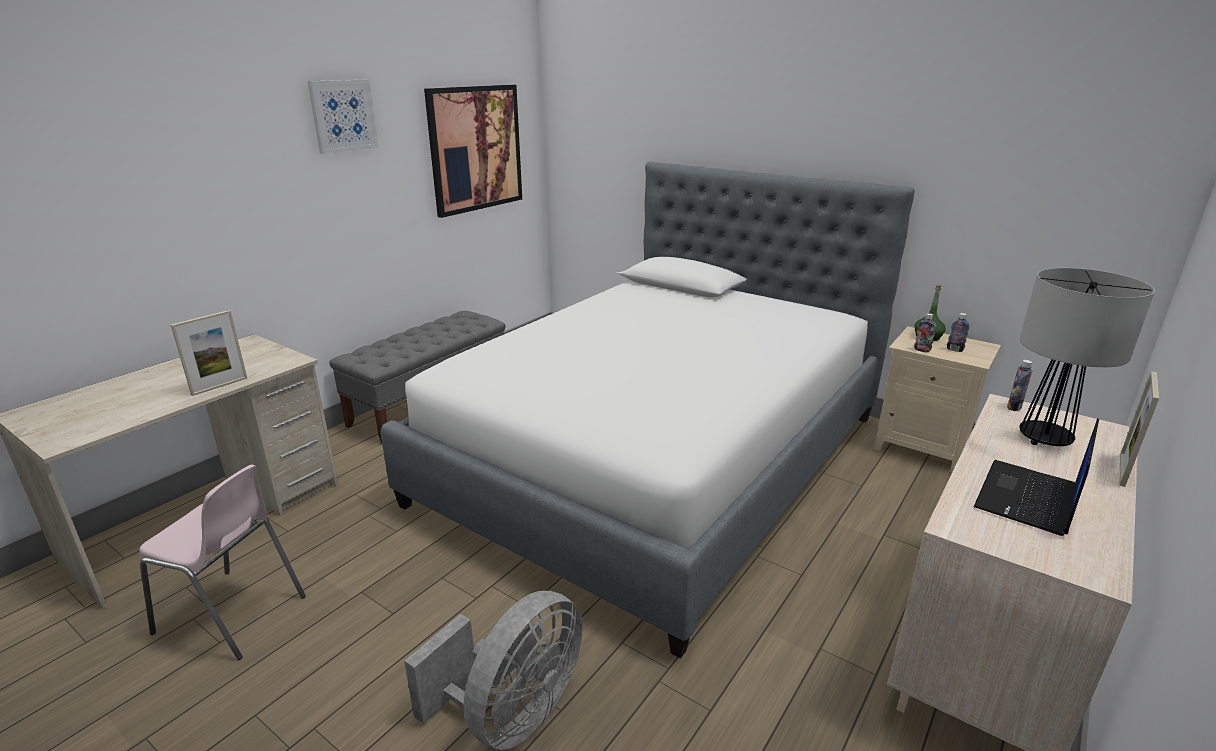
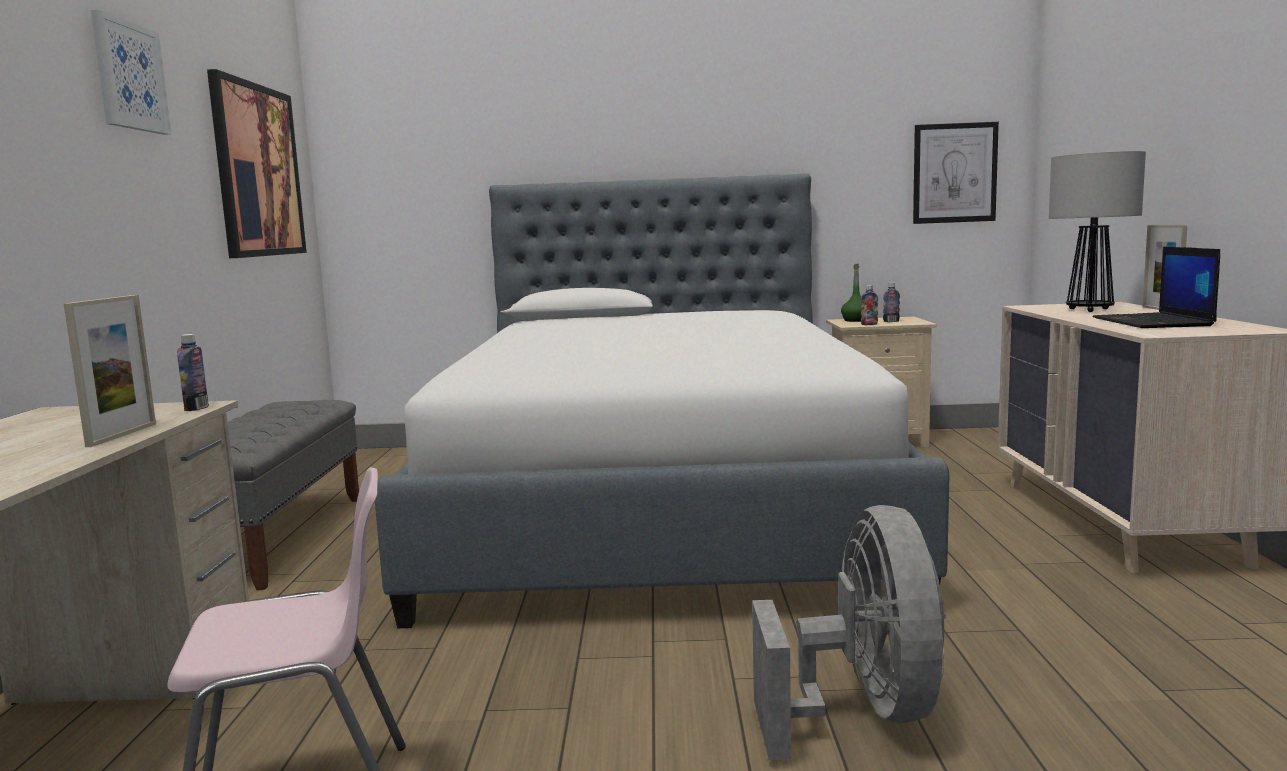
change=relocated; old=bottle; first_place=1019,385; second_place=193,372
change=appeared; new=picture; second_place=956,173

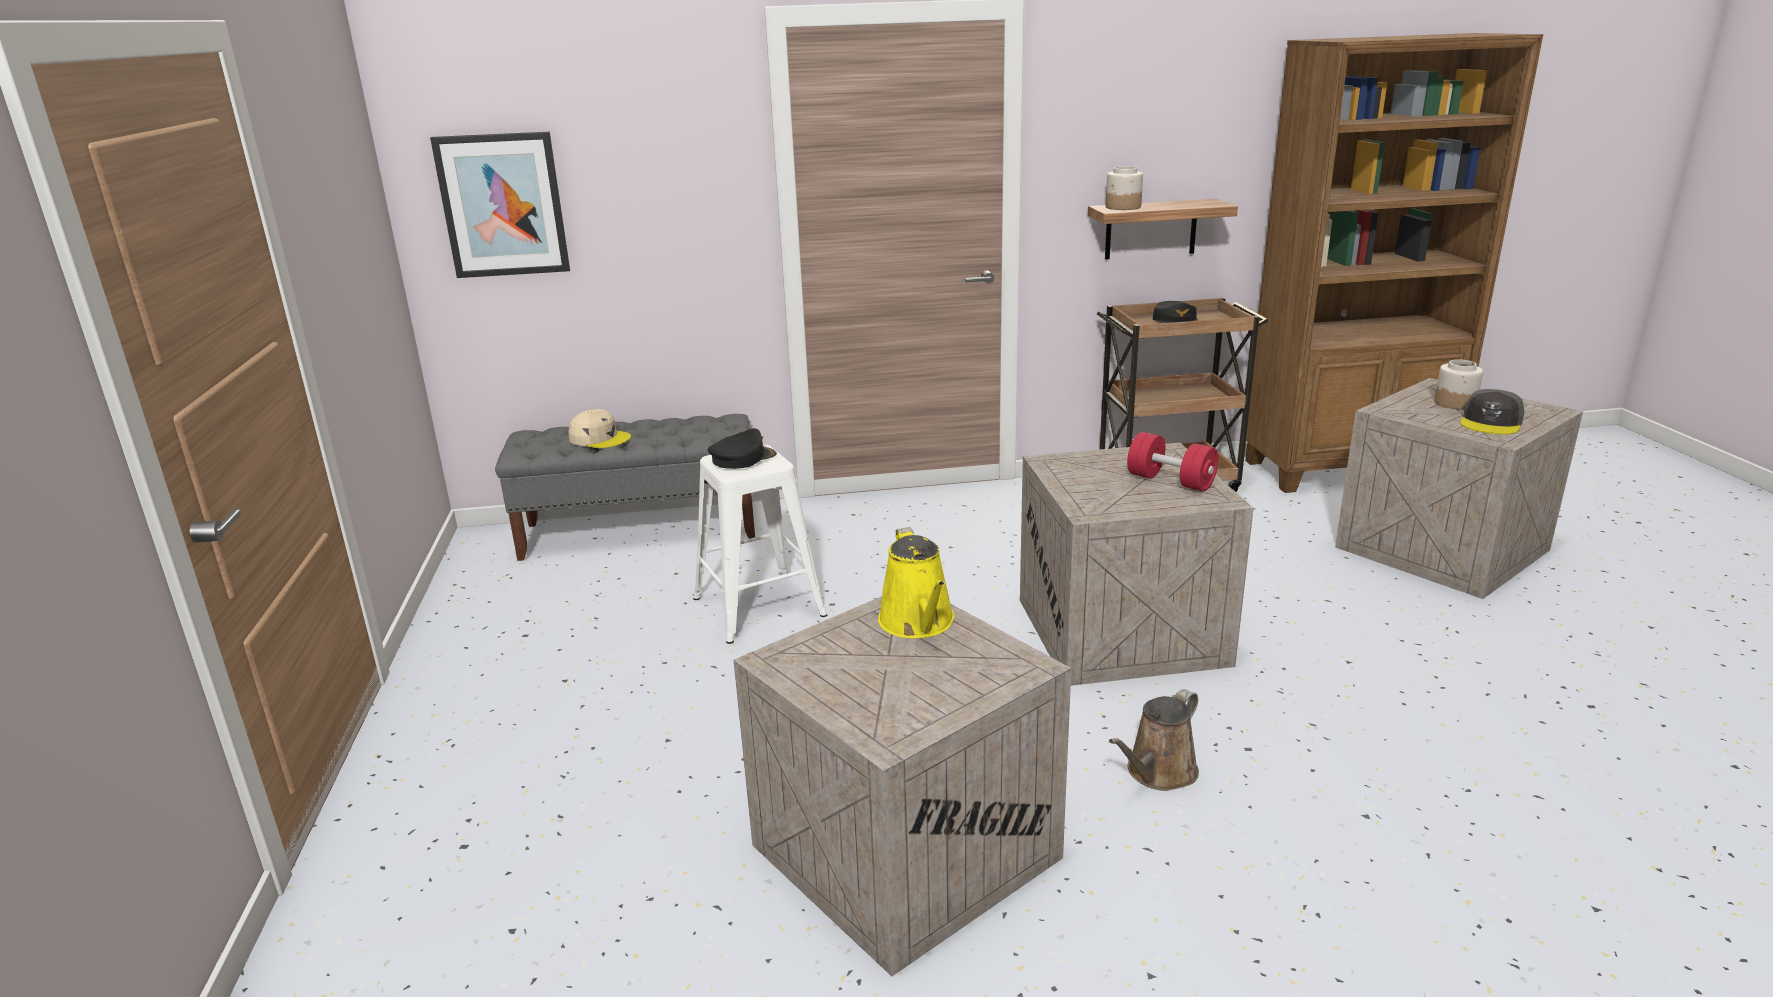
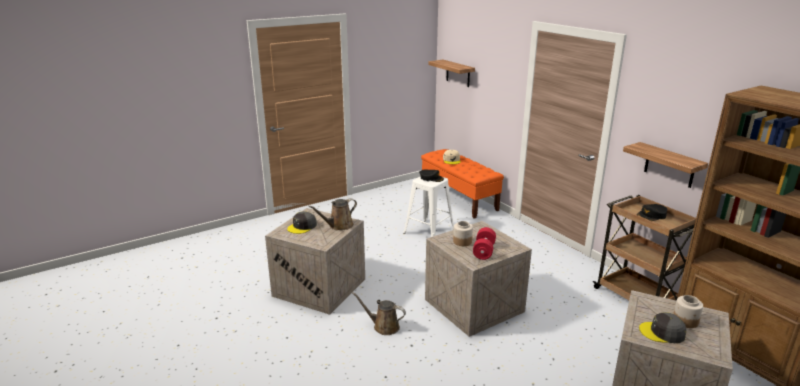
change=exchanged; old=picture; new=shelf; first_place=500,205; second_place=451,73
change=relocated; old=jar; first_place=1124,188; second_place=463,233
change=colour; old=grey bench; new=orange bench; first_place=625,487; second_place=462,184
change=colour; old=yellow watering can; new=brown watering can; first_place=916,583; second_place=332,214
change=appeared; new=grey cap; second_place=302,222

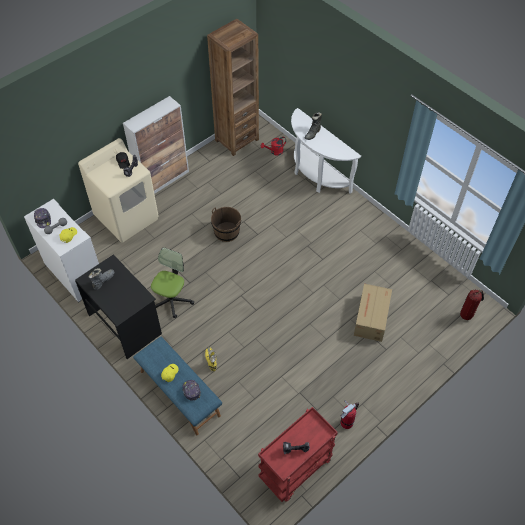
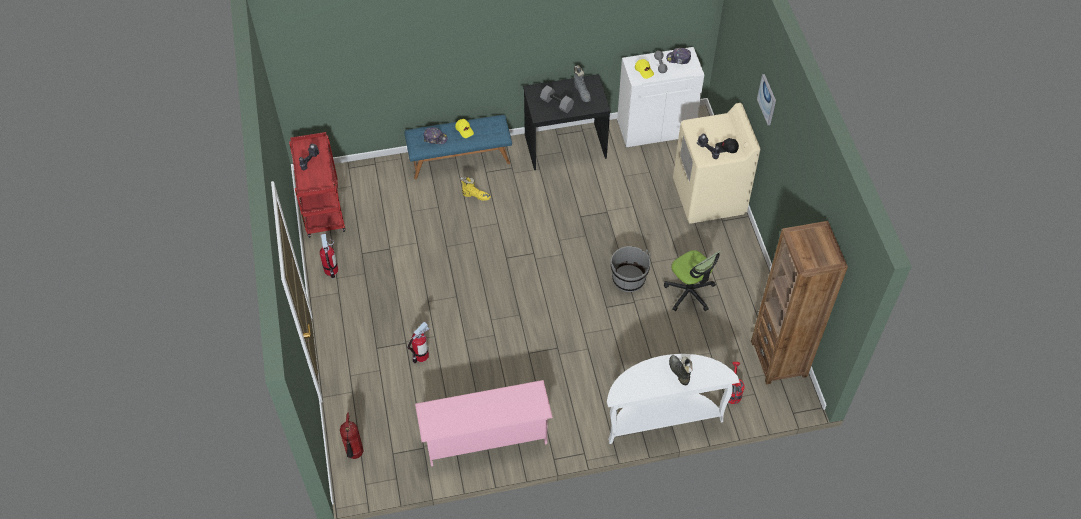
change=missing; old=cabinet; first_place=156,145
change=colour; old=brown bucket; new=grey bucket; first_place=226,224; second_place=630,269
change=relocated; old=office chair; first_place=172,282; second_place=692,280
change=exchanged; old=cardboard box; new=fire extinguisher; first_place=373,313; second_place=418,342
change=appeared; new=picture; second_place=766,99
change=appeared; new=grey dumbbell; second_place=557,99
change=appeared; new=pink shoe rack; second_place=484,423

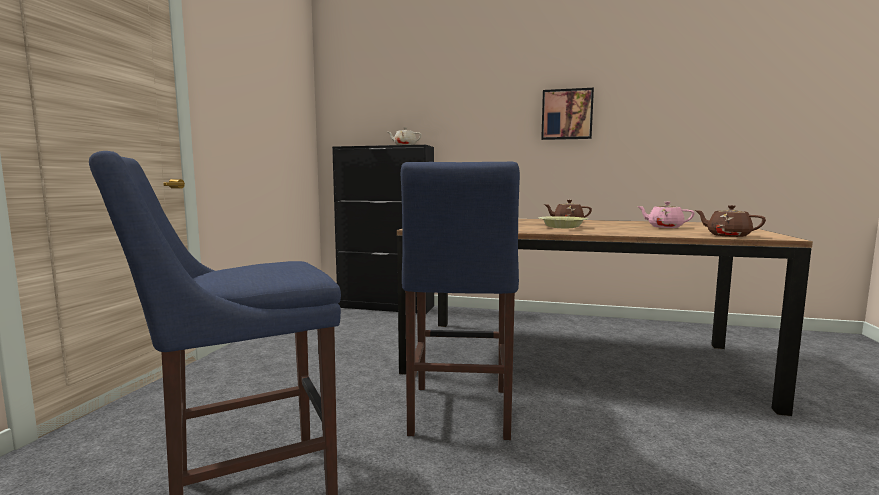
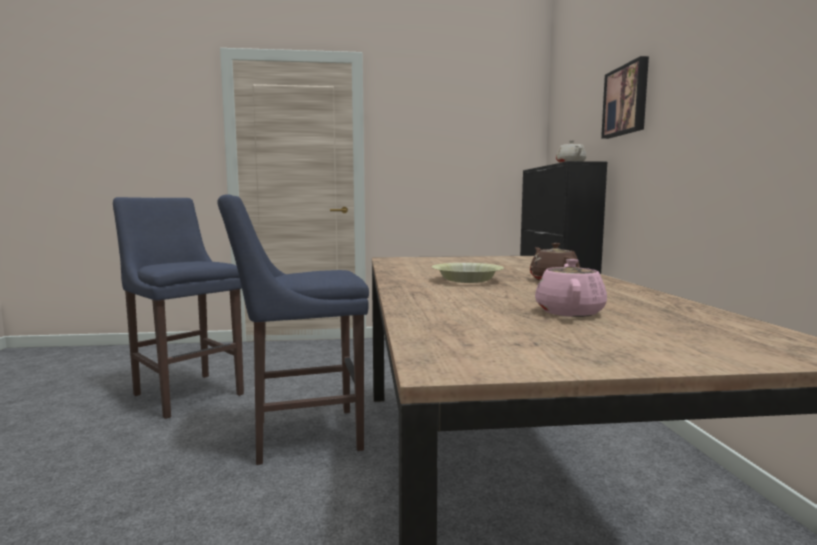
change=relocated; old=picture; first_place=567,114; second_place=625,97
change=missing; old=brown teapot; first_place=730,221

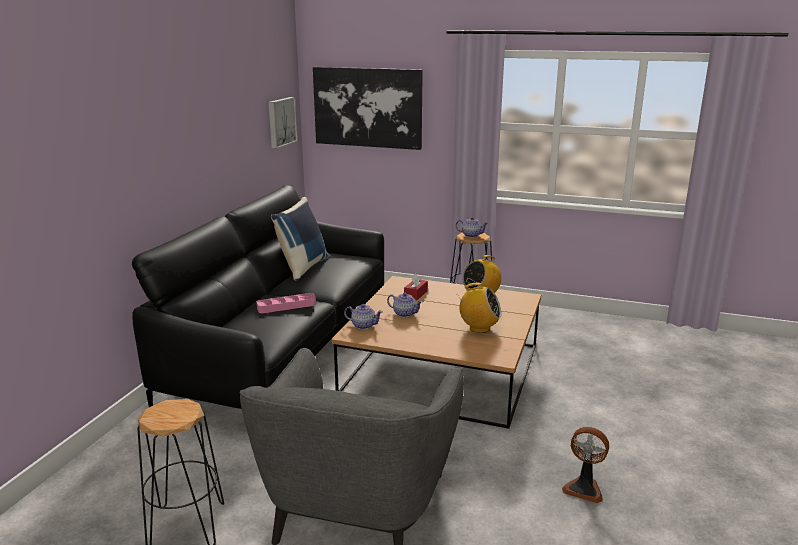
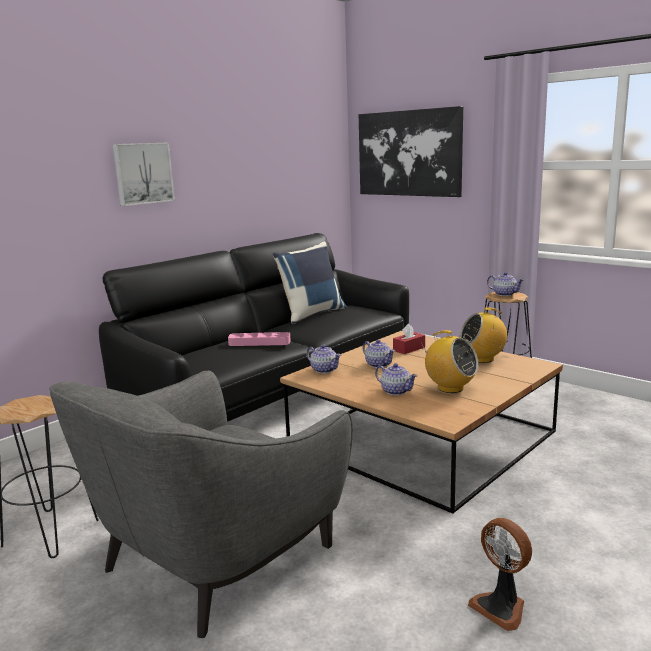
change=relocated; old=picture; first_place=282,123; second_place=143,174
change=appeared; new=teapot; second_place=396,379

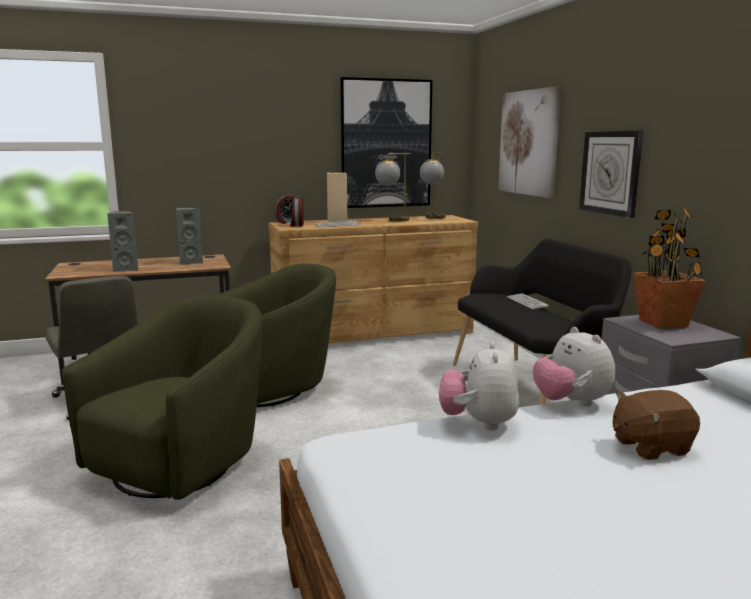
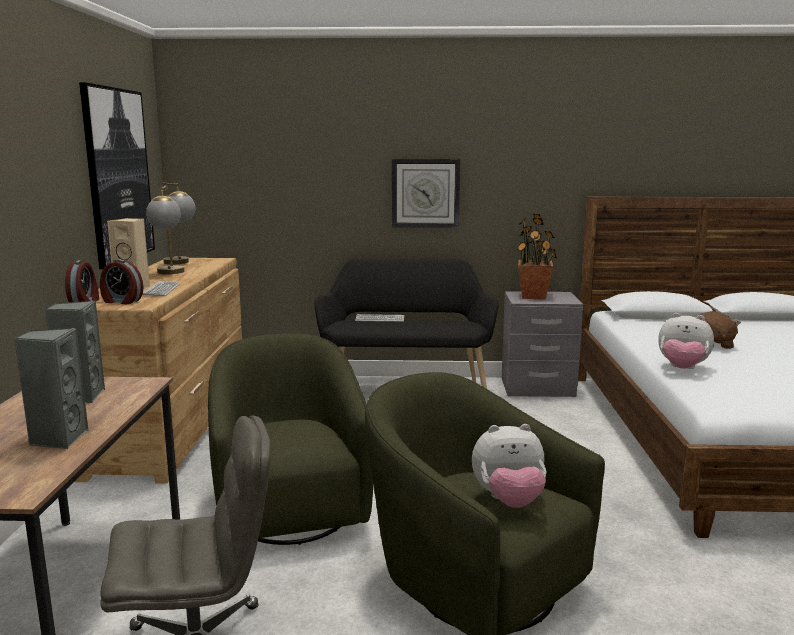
change=missing; old=picture; first_place=529,142
change=relocated; old=plush toy; first_place=574,366; second_place=509,466

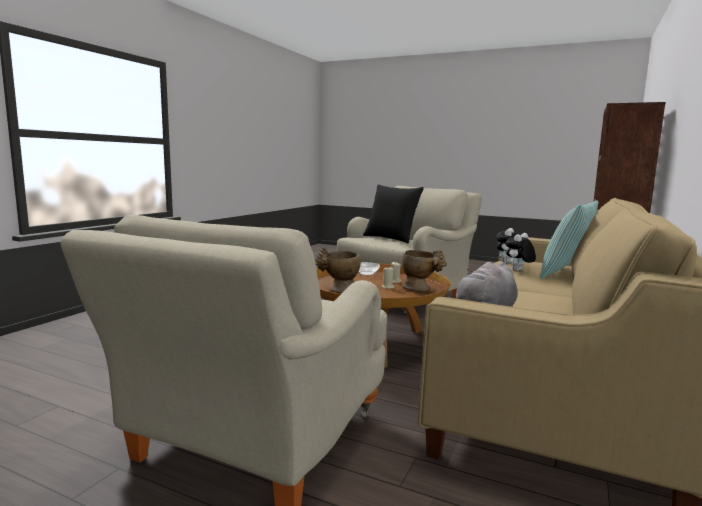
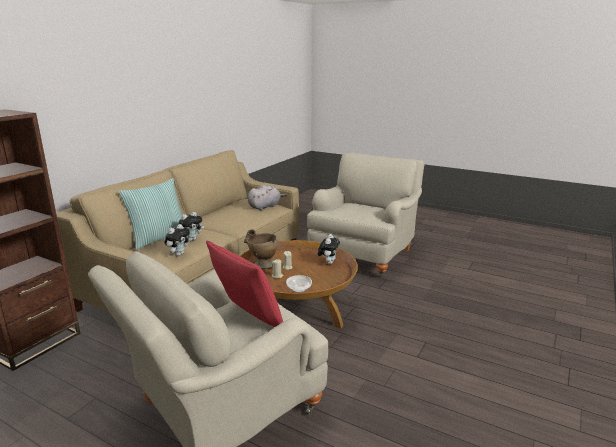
change=colour; old=black pillow; new=red pillow; first_place=393,214; second_place=244,283
change=exchanged; old=beige vase; new=plush toy; first_place=338,270; second_place=329,249

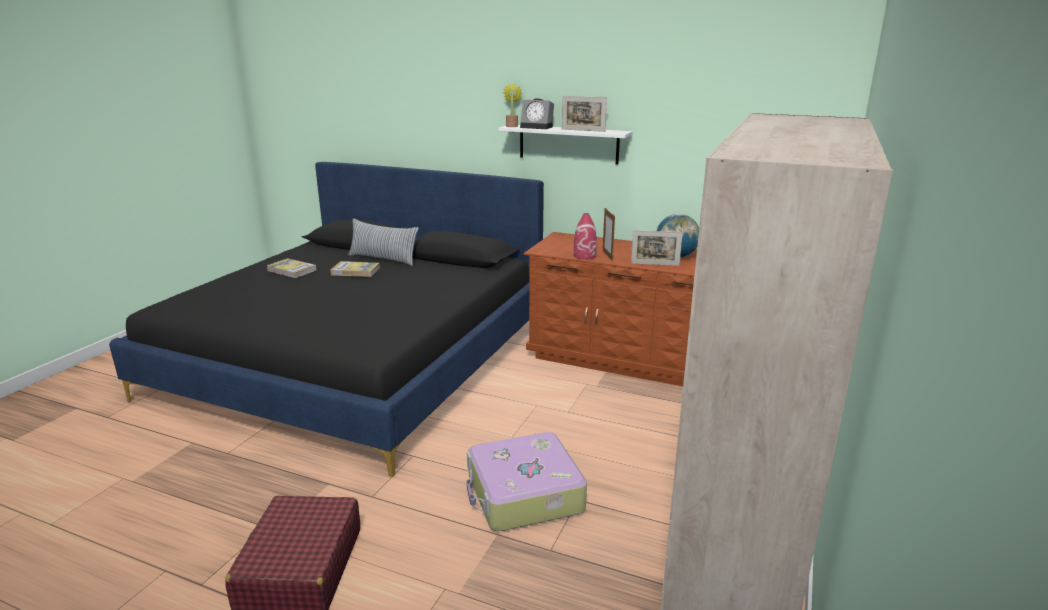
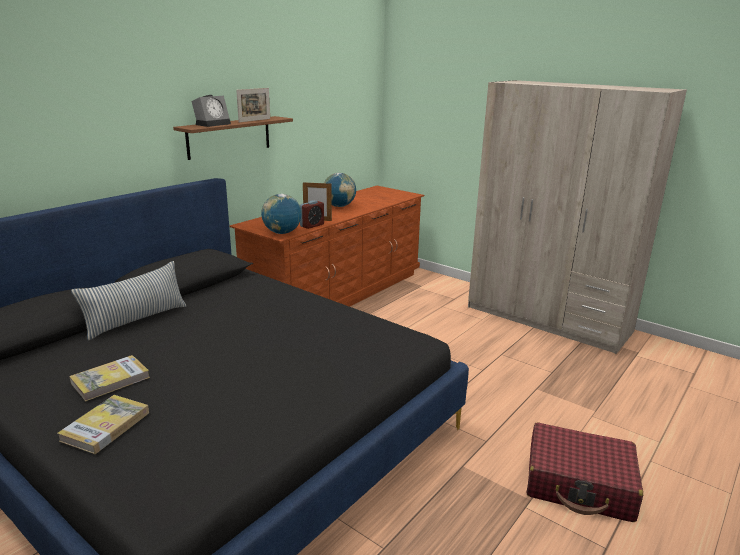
change=missing; old=potted plant; first_place=512,105
change=colour; old=white shelf; new=brown shelf; first_place=565,145; second_place=233,138
change=exchanged; old=red vase; new=alarm clock; first_place=585,236; second_place=312,214
change=missing; old=picture frame; first_place=657,248
change=relocated; old=book; first_place=355,269; second_place=103,424
change=missing; old=suitcase; first_place=527,481
change=appeared; new=globe; second_place=281,214

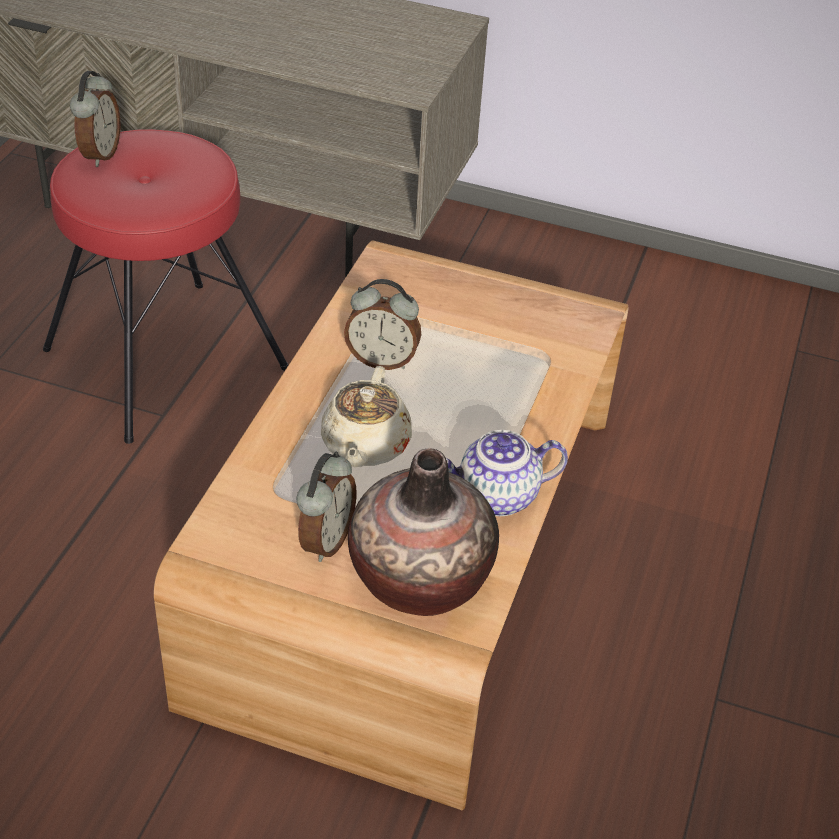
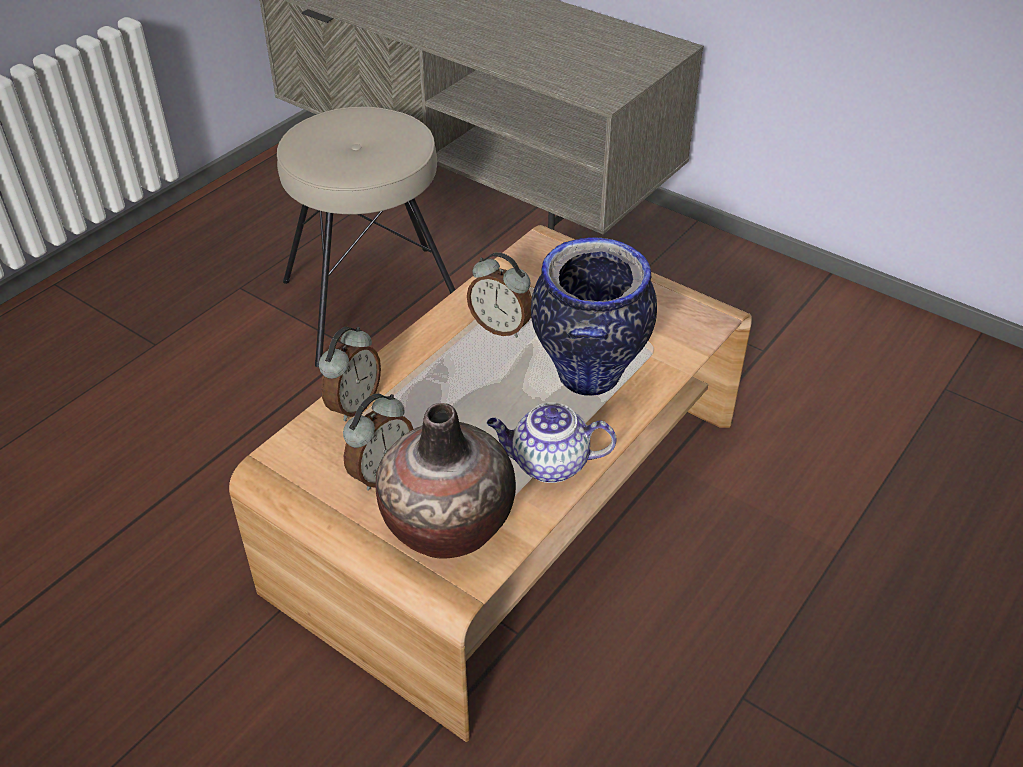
change=relocated; old=alarm clock; first_place=95,119; second_place=350,374
change=colour; old=red stool; new=beige stool; first_place=165,286; second_place=366,237
change=missing; old=beige teapot; first_place=366,416
change=appeared; new=vase; second_place=594,316

